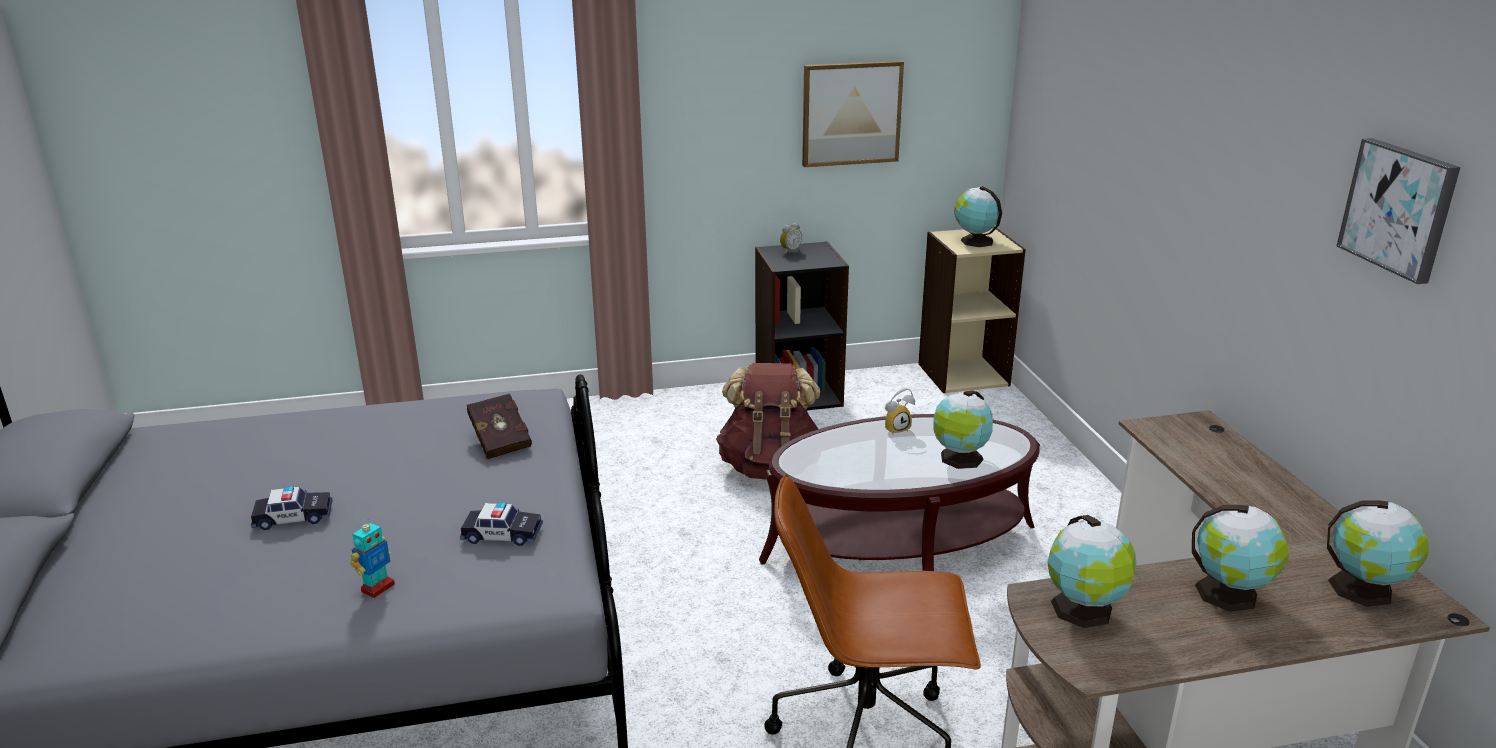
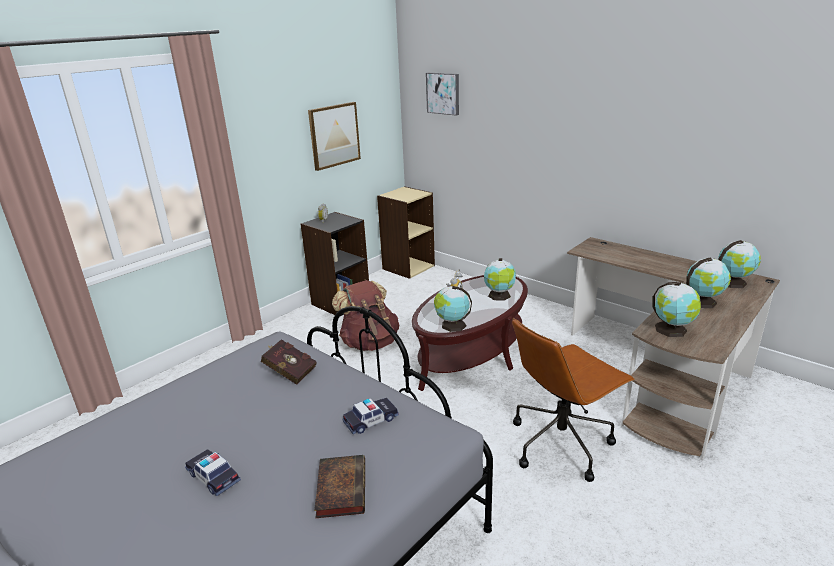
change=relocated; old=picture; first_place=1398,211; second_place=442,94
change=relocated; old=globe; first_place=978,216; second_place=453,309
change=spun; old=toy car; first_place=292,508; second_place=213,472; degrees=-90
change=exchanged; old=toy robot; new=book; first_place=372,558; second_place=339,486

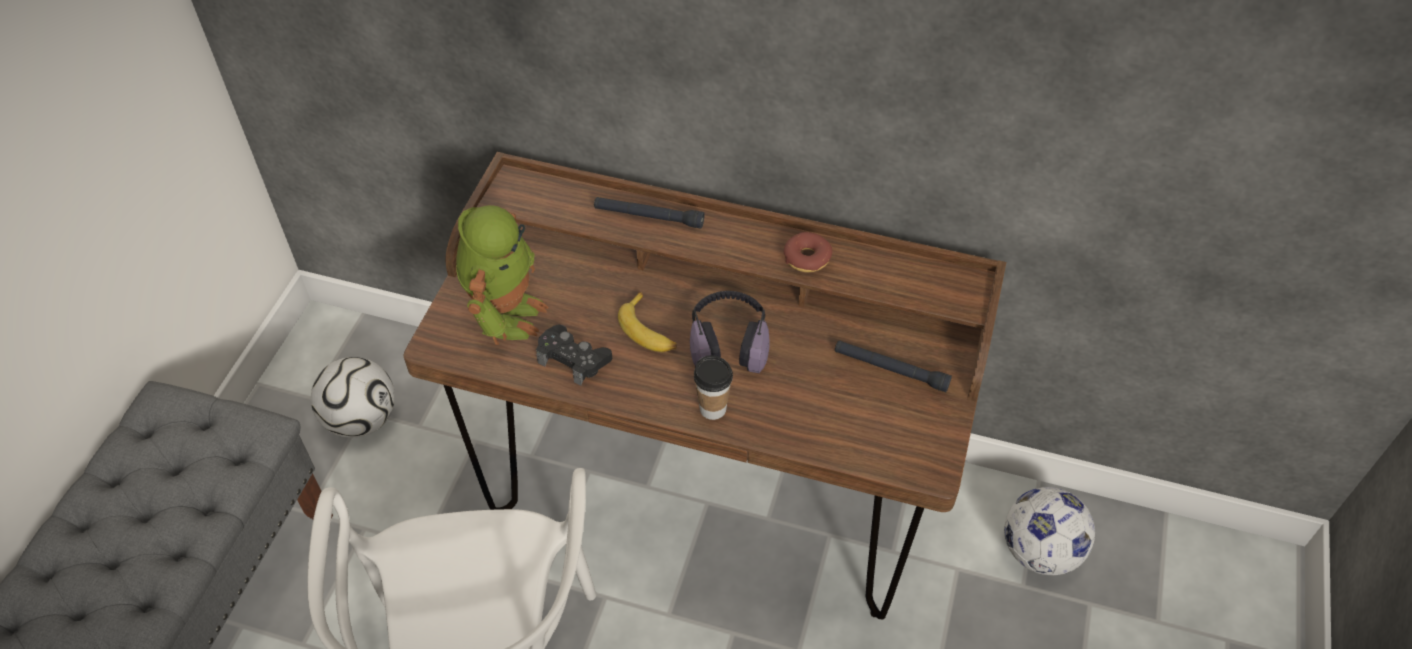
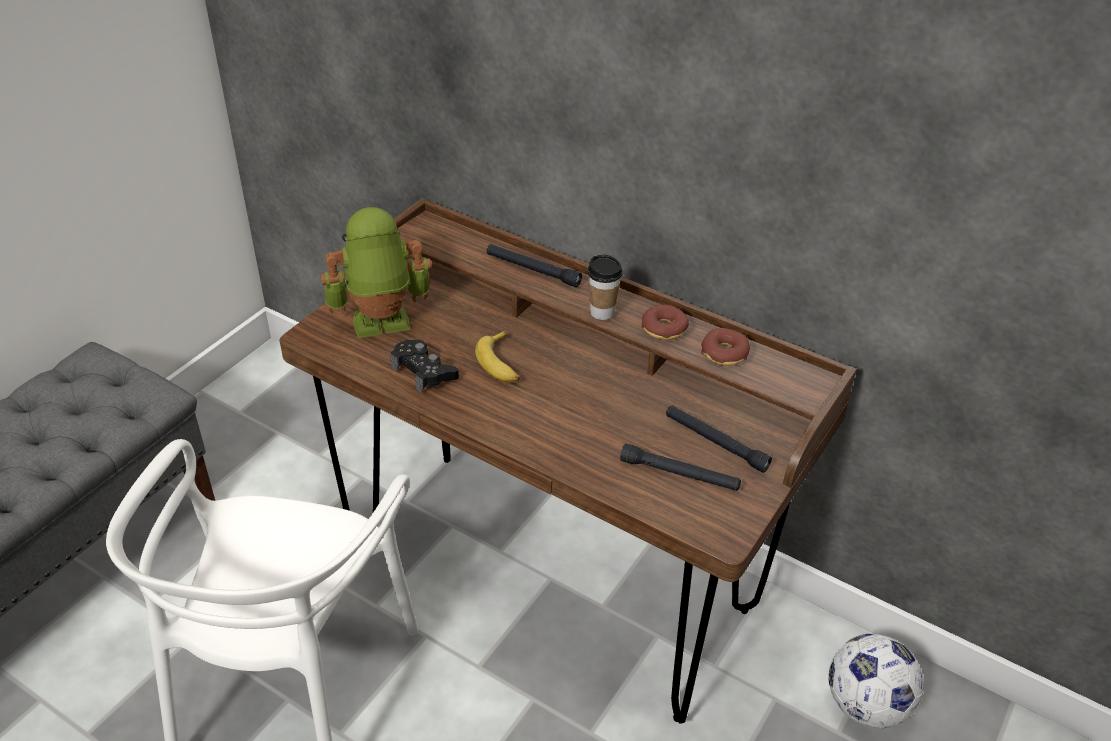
change=spun; old=toy robot; first_place=502,275; second_place=376,272; degrees=-135
change=missing; old=headphones; first_place=730,332
change=relocated; old=cup; first_place=713,387; second_place=605,287
change=missing; old=football; first_place=353,397
change=appeared; new=donut; second_place=725,347
change=appeared; new=black flashlight; second_place=680,467

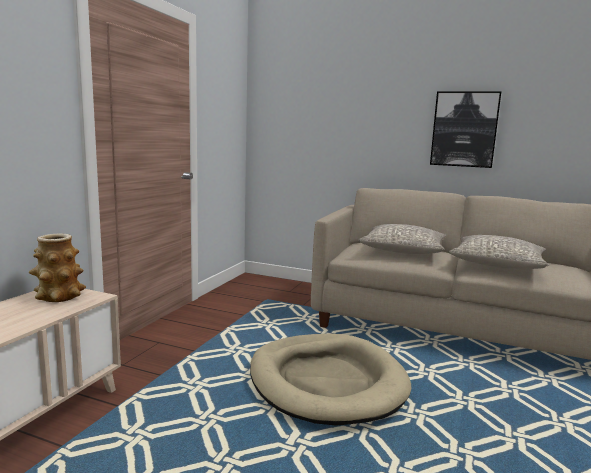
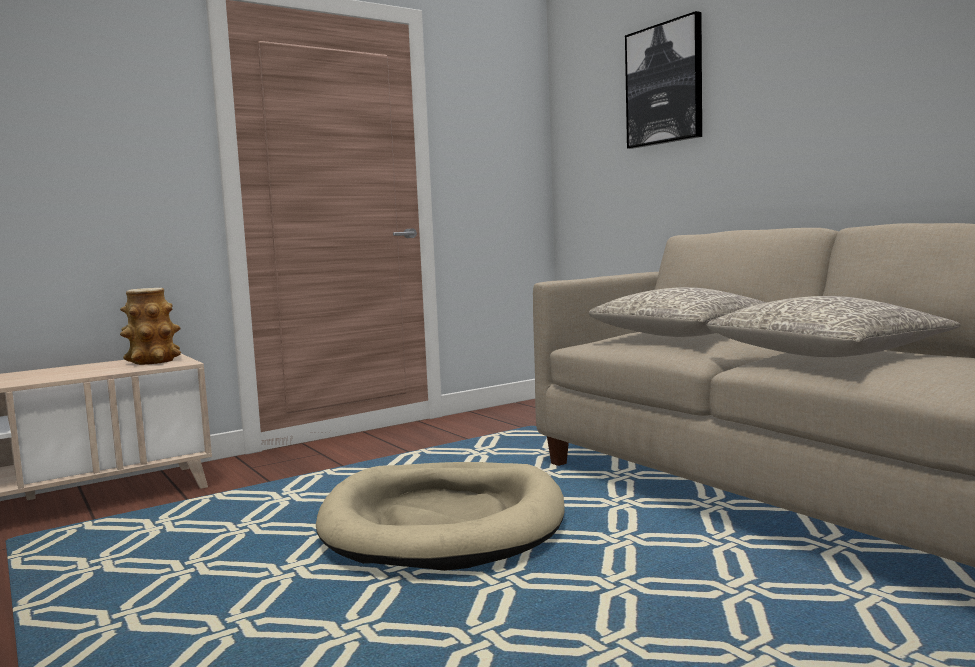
change=relocated; old=picture; first_place=465,129; second_place=663,80

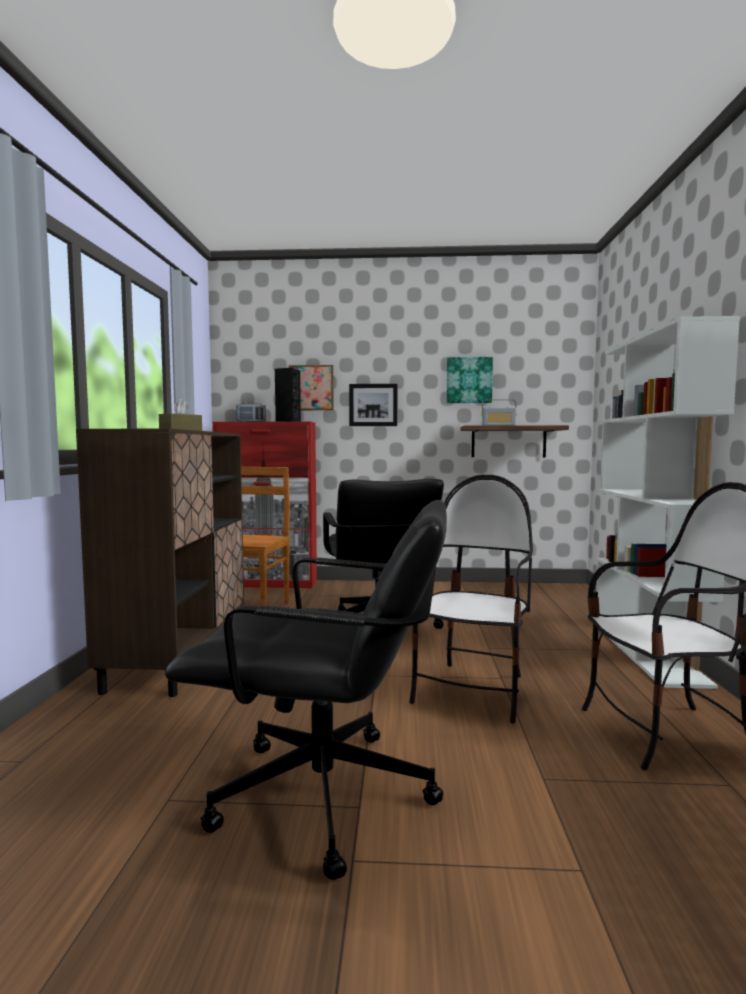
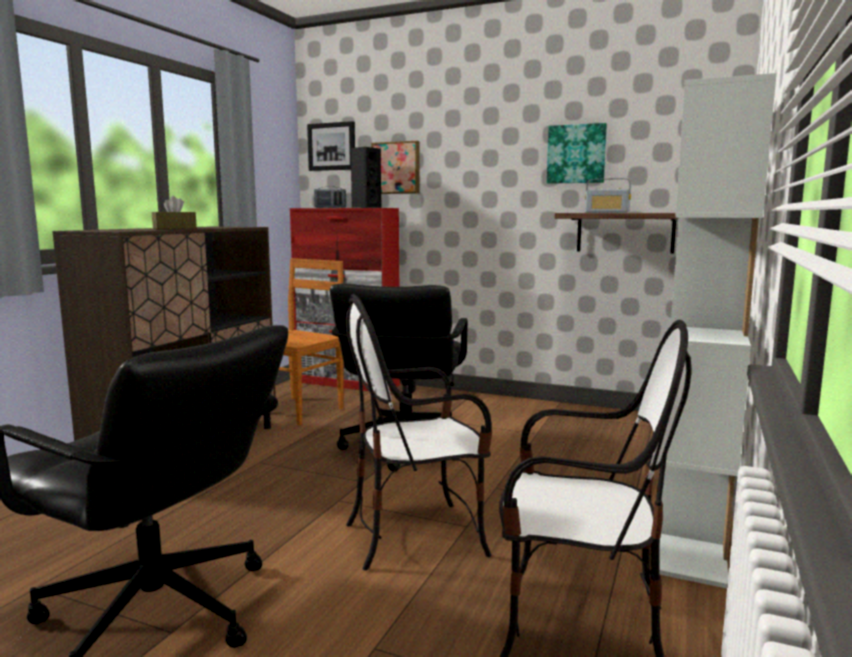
change=relocated; old=picture; first_place=373,405; second_place=331,146
change=spun; old=chair; first_place=471,599; second_place=419,432; degrees=-150

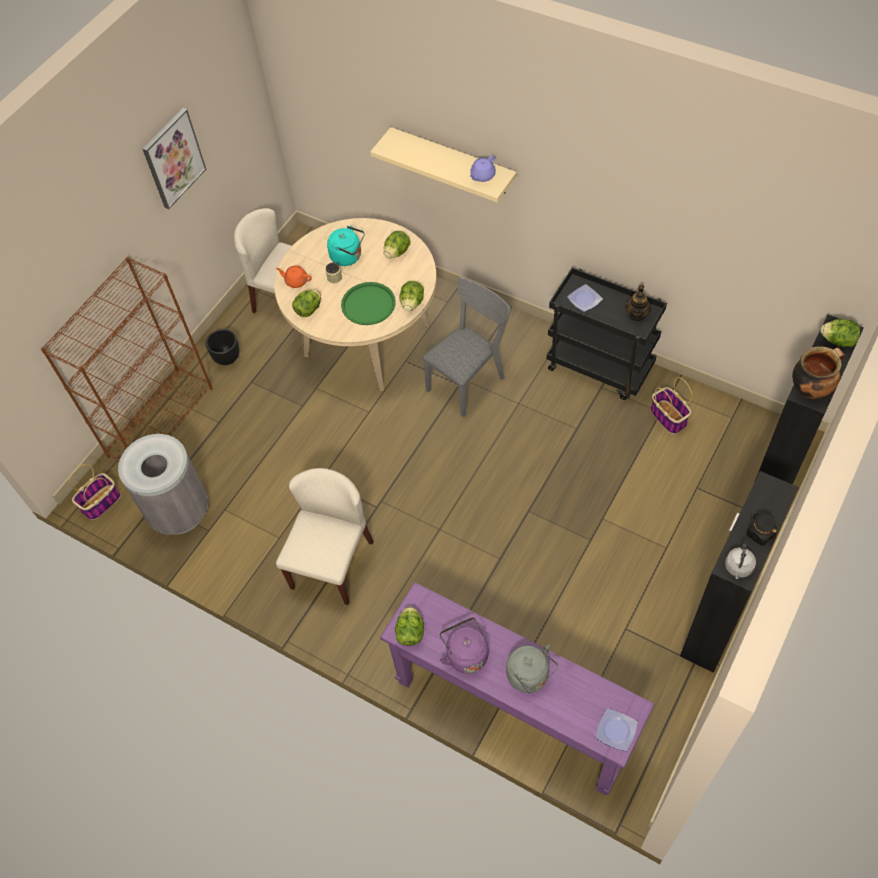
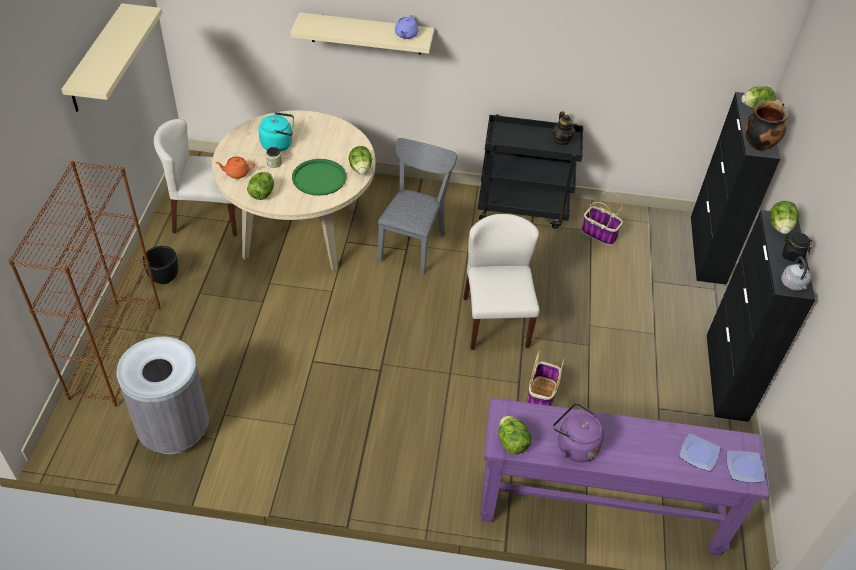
change=exchanged; old=picture; new=beige shelf; first_place=174,158; second_place=112,57
change=relocated; old=lettuce; first_place=397,244; second_place=784,217
change=relocated; old=plate; first_place=585,298; second_place=699,452
change=relocated; old=basket; first_place=95,492; second_place=546,378
change=relocated; old=beige chair; first_place=325,536; second_place=501,282
change=missing; old=grey kettle; first_place=532,668

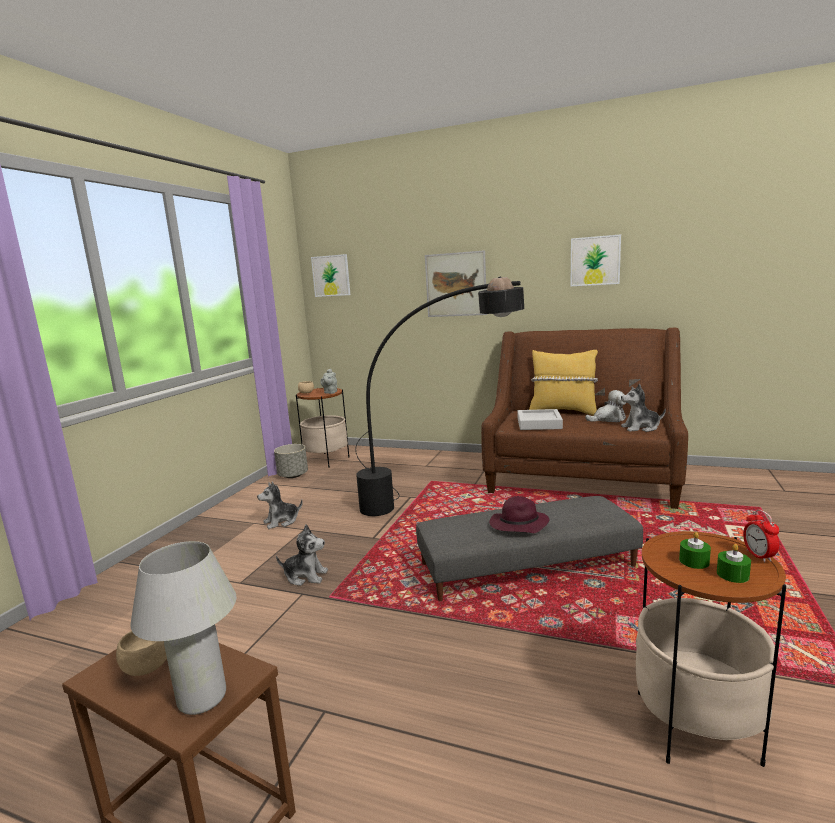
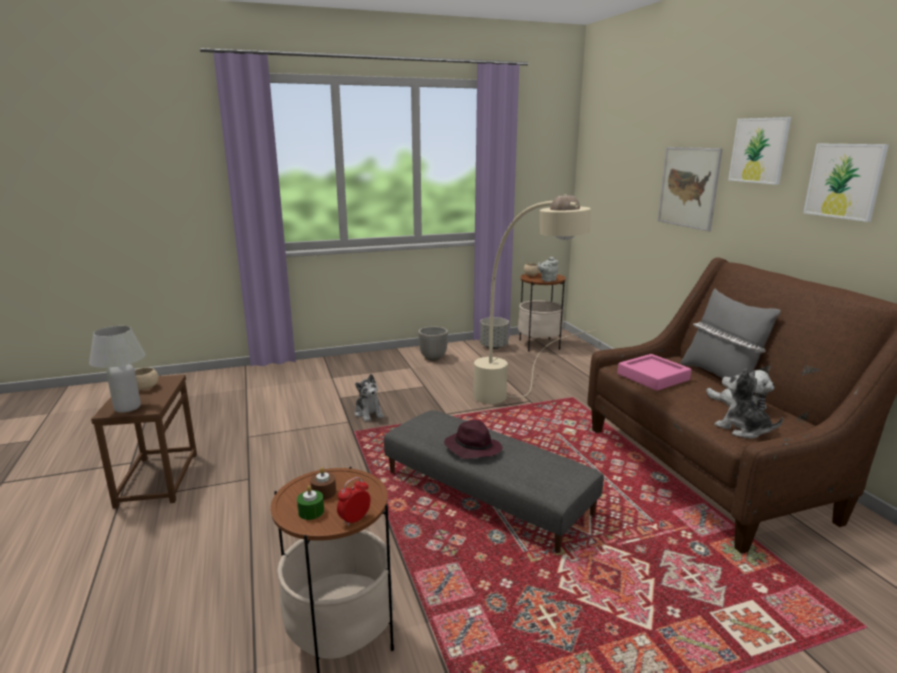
change=relocated; old=picture; first_place=330,275; second_place=759,151
change=colour; old=black floor lamp; new=beige floor lamp; first_place=439,396; second_place=535,299
change=colour; old=yellow pillow; new=grey pillow; first_place=563,383; second_place=731,333
change=colour; old=grey tray; new=pink tray; first_place=540,419; second_place=654,372
change=missing; old=plush toy; first_place=280,505
change=colour; old=green candle; new=brown candle; first_place=695,550; second_place=323,483
change=appeared; new=planter; second_place=433,343

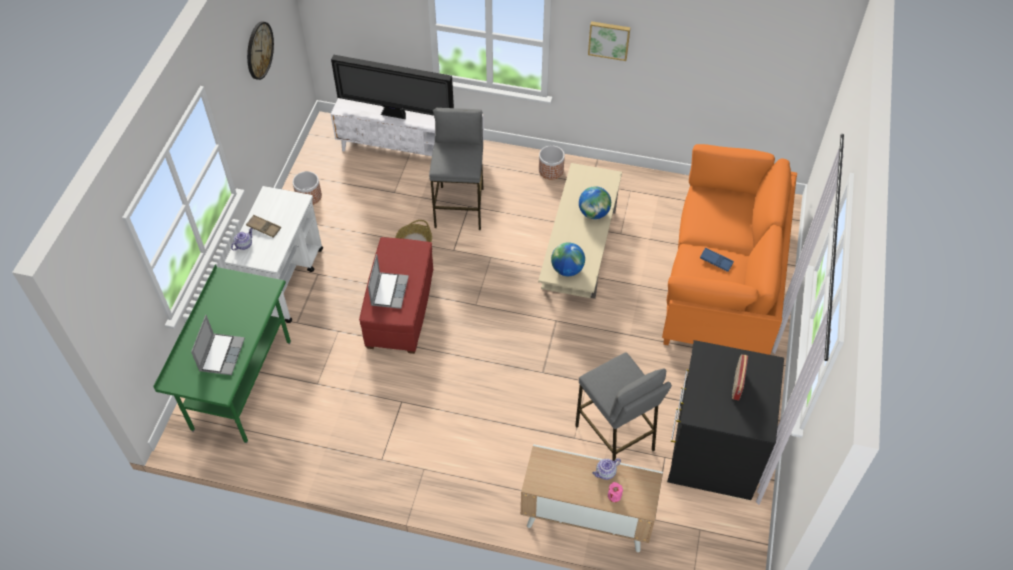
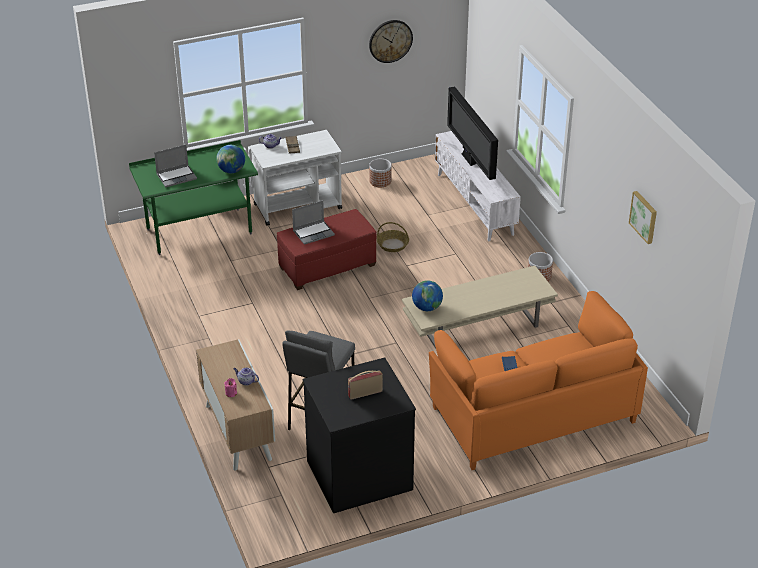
change=relocated; old=picture; first_place=609,41; second_place=643,217
change=missing; old=grey stool; first_place=456,169
change=relocated; old=globe; first_place=595,202; second_place=230,159

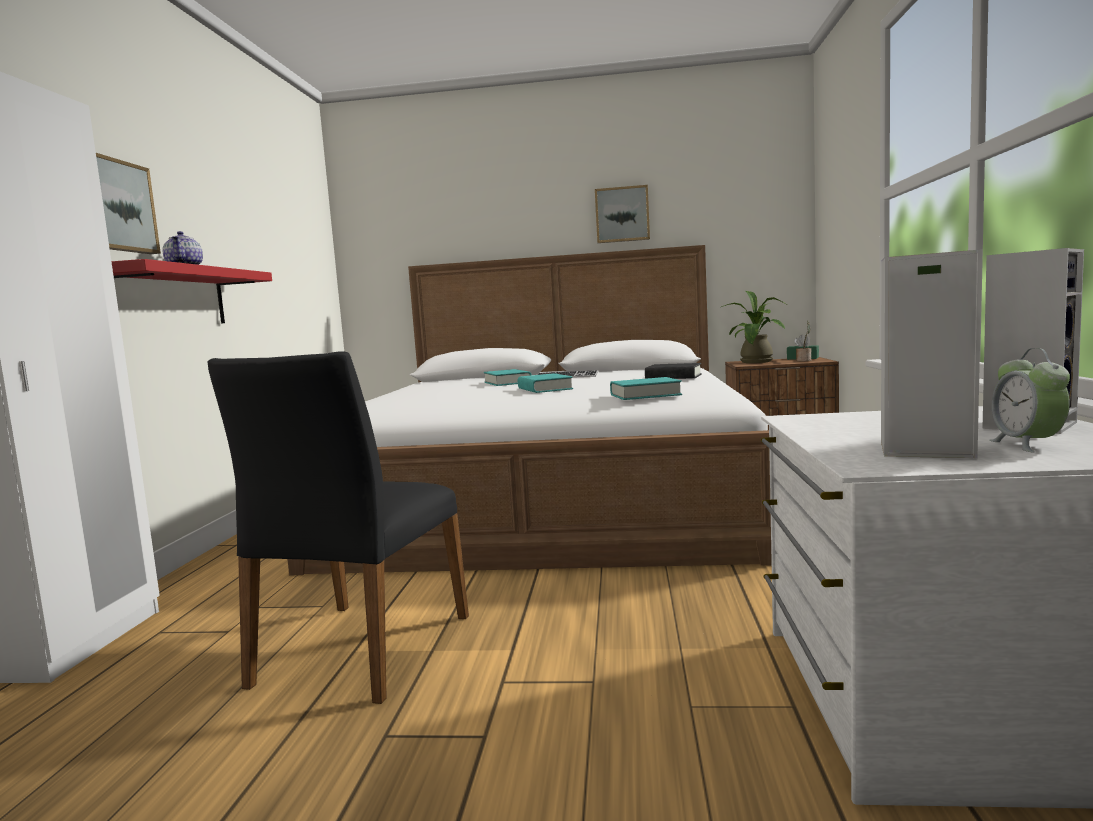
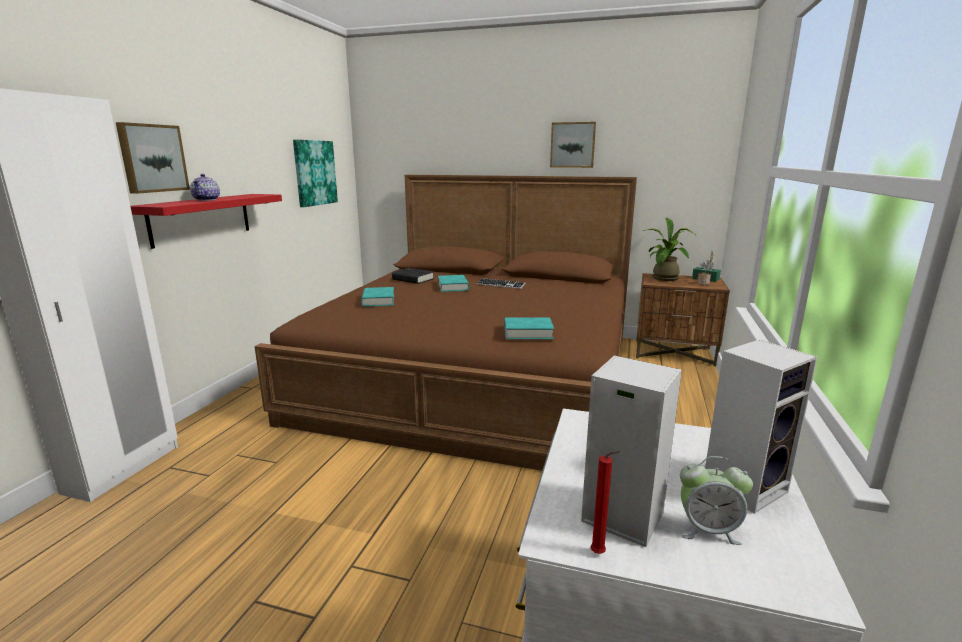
change=colour; old=white bed; new=brown bed; first_place=529,410; second_place=446,323
change=spun; old=alarm clock; first_place=1029,400; second_place=716,500; degrees=-90
change=missing; old=black chair; first_place=338,527
change=relocated; old=black book; first_place=673,371; second_place=413,276
change=relocated; old=turquoise book; first_place=545,383; second_place=377,297
change=appeared; new=picture; second_place=315,173
change=appeared; new=red candle; second_place=605,502

